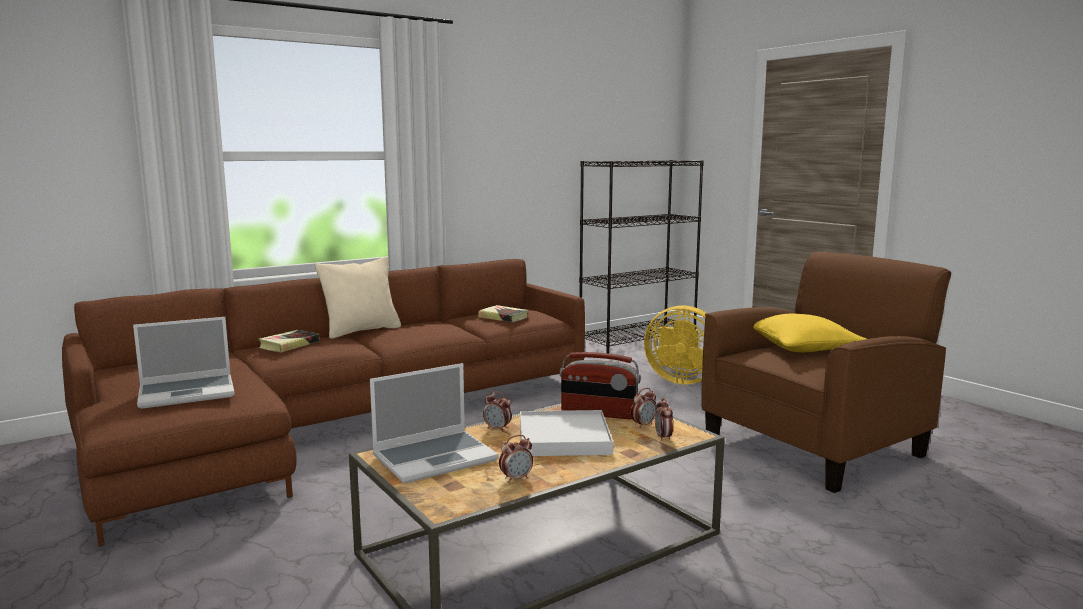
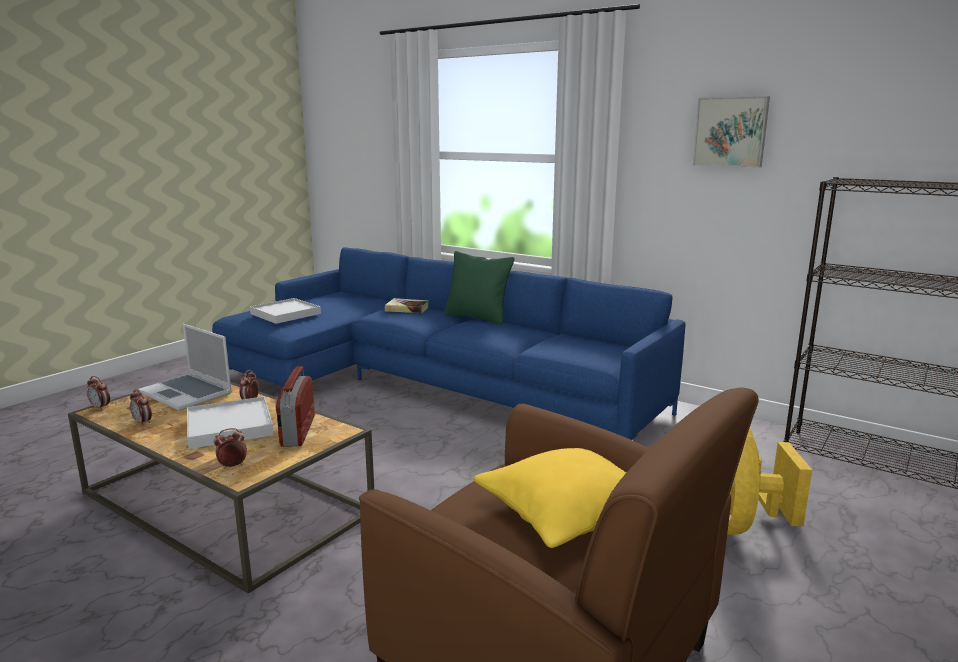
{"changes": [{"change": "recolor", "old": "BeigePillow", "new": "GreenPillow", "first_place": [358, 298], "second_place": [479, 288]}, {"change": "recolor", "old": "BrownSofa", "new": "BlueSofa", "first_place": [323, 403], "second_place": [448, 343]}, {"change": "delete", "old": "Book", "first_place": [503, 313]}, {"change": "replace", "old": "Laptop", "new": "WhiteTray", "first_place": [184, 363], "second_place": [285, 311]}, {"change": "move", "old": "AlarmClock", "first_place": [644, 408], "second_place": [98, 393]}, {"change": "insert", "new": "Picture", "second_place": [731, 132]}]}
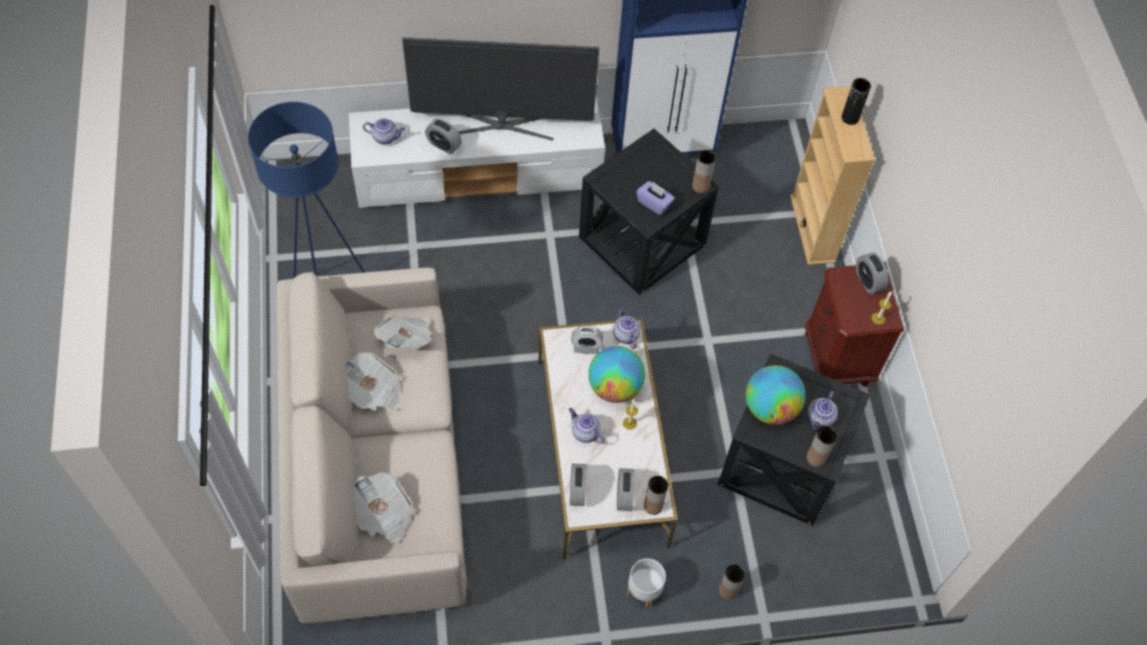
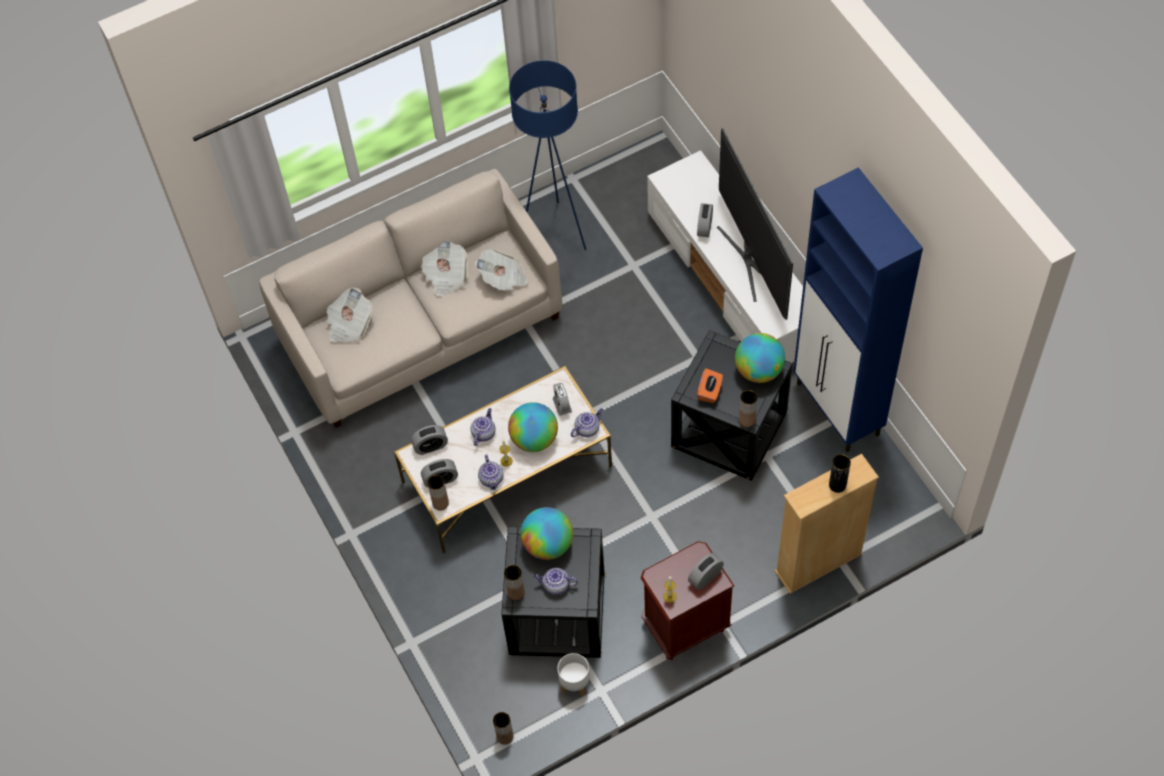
{"changes": [{"change": "move", "old": "Teapot", "first_place": [384, 131], "second_place": [491, 472]}, {"change": "recolor", "old": "PurpleTissueBox", "new": "OrangeTissueBox", "first_place": [655, 198], "second_place": [710, 385]}, {"change": "move", "old": "WhitePlanter", "first_place": [646, 583], "second_place": [573, 674]}, {"change": "move", "old": "BrownVase", "first_place": [731, 582], "second_place": [503, 728]}, {"change": "insert", "new": "Globe", "second_place": [760, 358]}]}
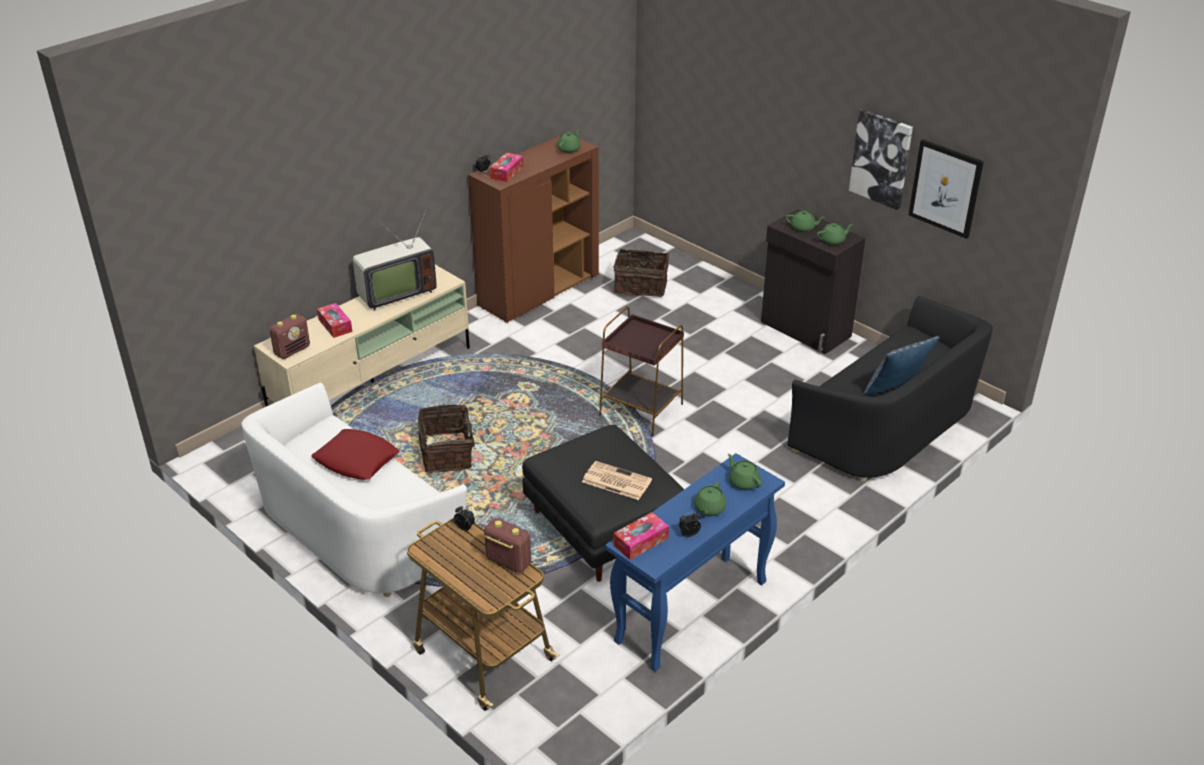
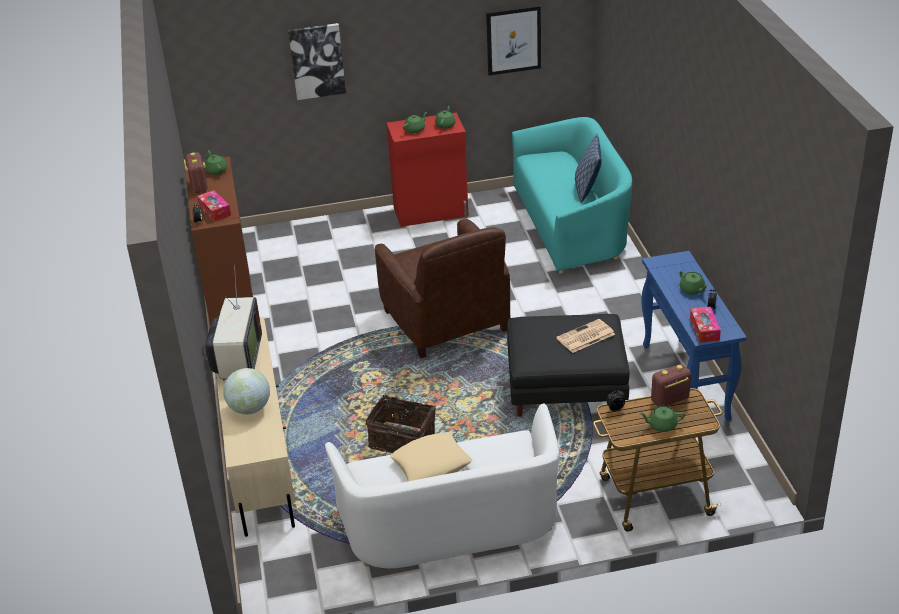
{"changes": [{"change": "move", "old": "Picture", "first_place": [881, 159], "second_place": [317, 61]}, {"change": "recolor", "old": "BlackCabinet", "new": "RedCabinet", "first_place": [813, 281], "second_place": [427, 169]}, {"change": "delete", "old": "Basket", "first_place": [641, 272]}, {"change": "recolor", "old": "BlackSofa", "new": "TurquoiseSofa", "first_place": [890, 389], "second_place": [572, 195]}, {"change": "replace", "old": "TissueBox", "new": "Globe", "first_place": [334, 320], "second_place": [246, 391]}, {"change": "replace", "old": "BrownSideTable", "new": "BrownArmchair", "first_place": [641, 371], "second_place": [443, 288]}, {"change": "move", "old": "Radio", "first_place": [289, 336], "second_place": [195, 172]}, {"change": "recolor", "old": "RedPillow", "new": "BeigePillow", "first_place": [355, 454], "second_place": [431, 456]}, {"change": "move", "old": "GreenTeapot", "first_place": [744, 472], "second_place": [662, 419]}]}
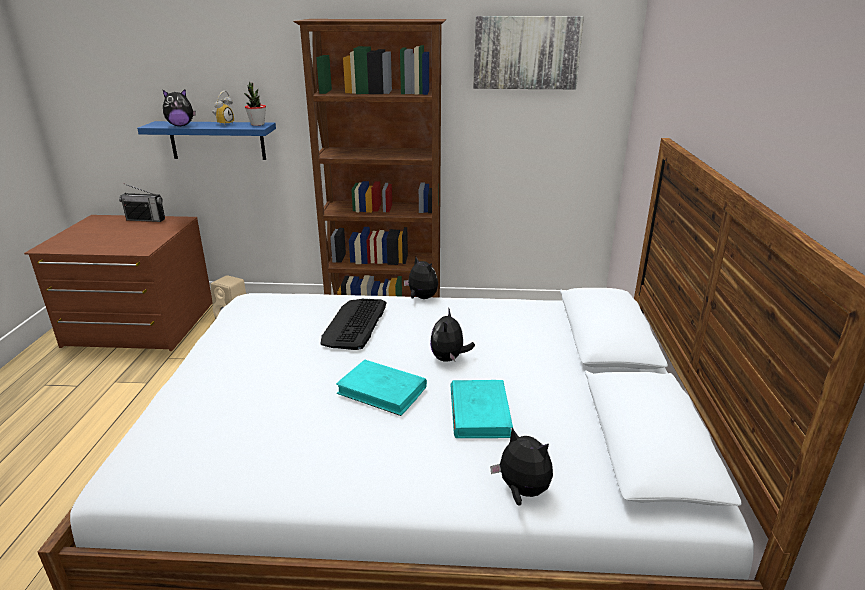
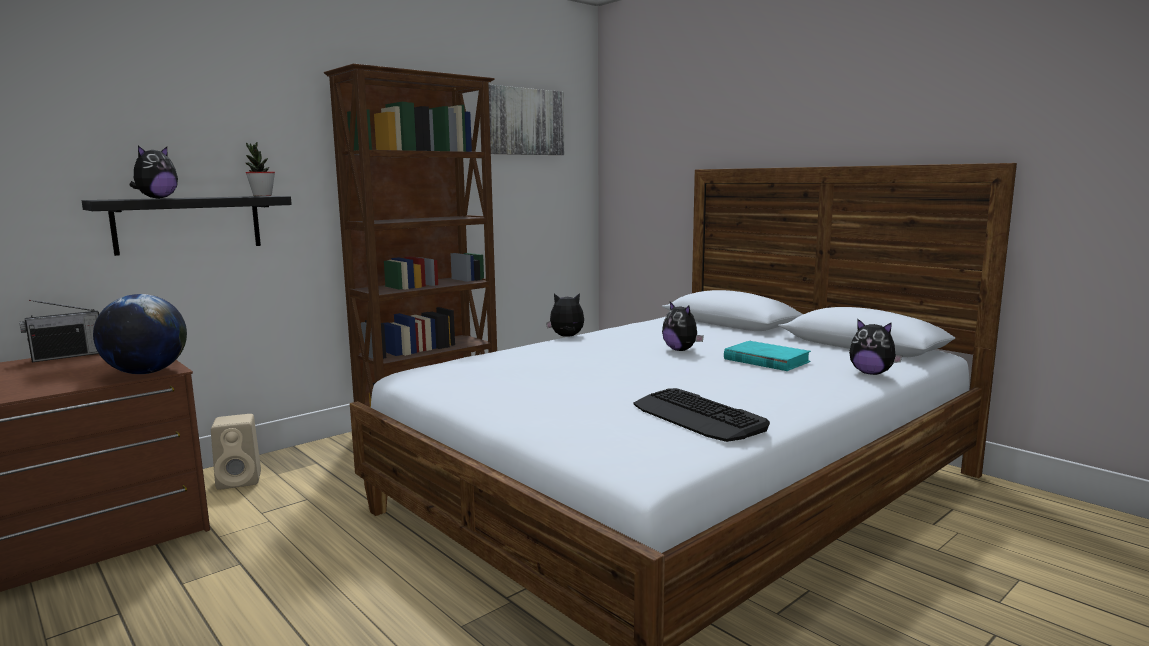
{"changes": [{"change": "delete", "old": "AlarmClock", "first_place": [223, 108]}, {"change": "recolor", "old": "BlueShelf", "new": "BlackShelf", "first_place": [206, 140], "second_place": [187, 226]}, {"change": "move", "old": "Keyboard", "first_place": [353, 324], "second_place": [701, 415]}, {"change": "delete", "old": "TurquoiseBook", "first_place": [381, 388]}, {"change": "rotate", "old": "PlushToy", "first_place": [521, 467], "second_place": [876, 346], "degrees": -135}, {"change": "insert", "new": "Globe", "second_place": [140, 334]}]}
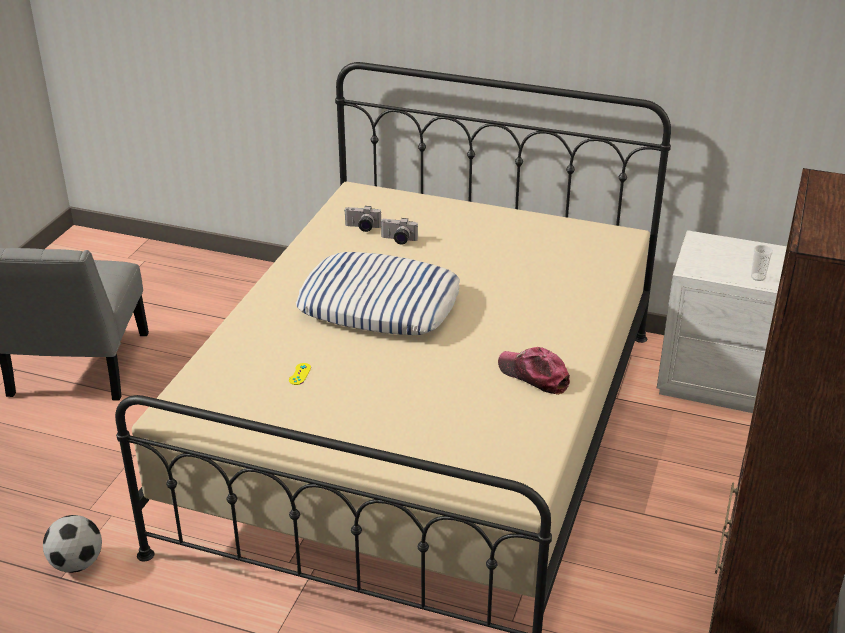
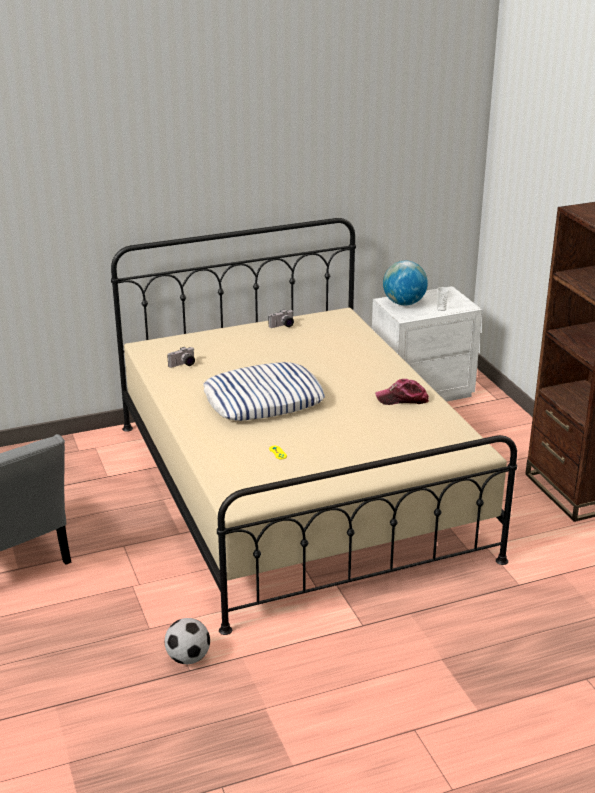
{"changes": [{"change": "move", "old": "PhotoCamera", "first_place": [399, 231], "second_place": [281, 318]}, {"change": "insert", "new": "Globe", "second_place": [405, 282]}]}
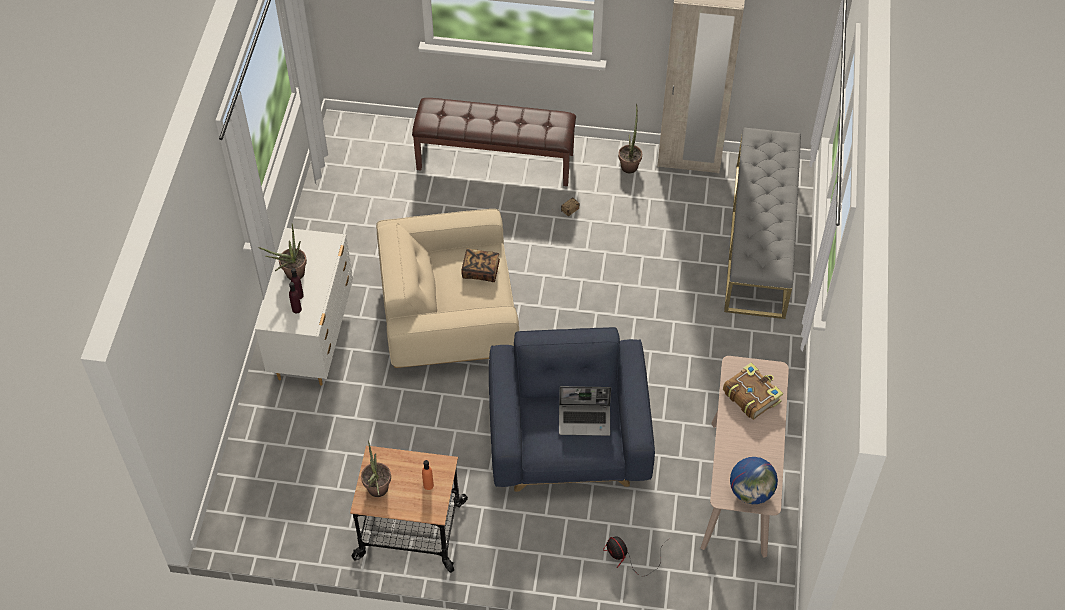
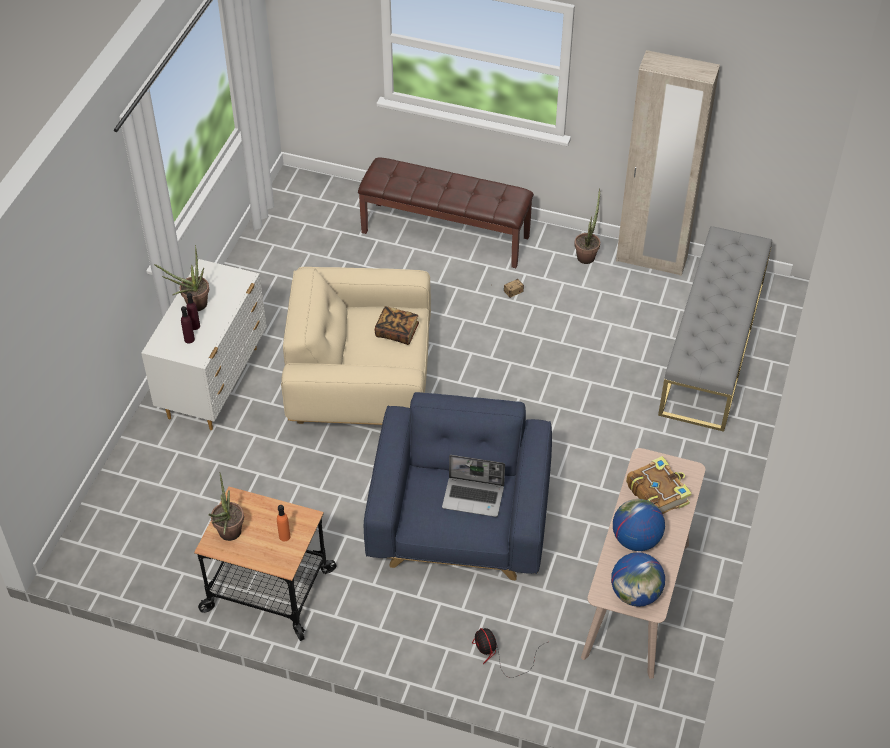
{"changes": [{"change": "insert", "new": "Globe", "second_place": [639, 525]}]}
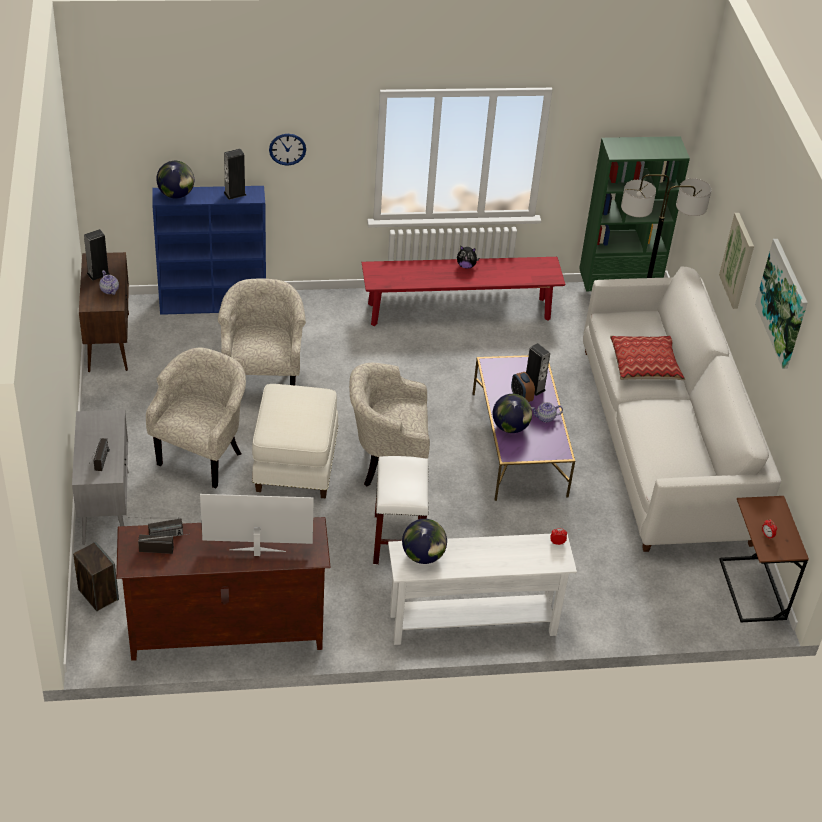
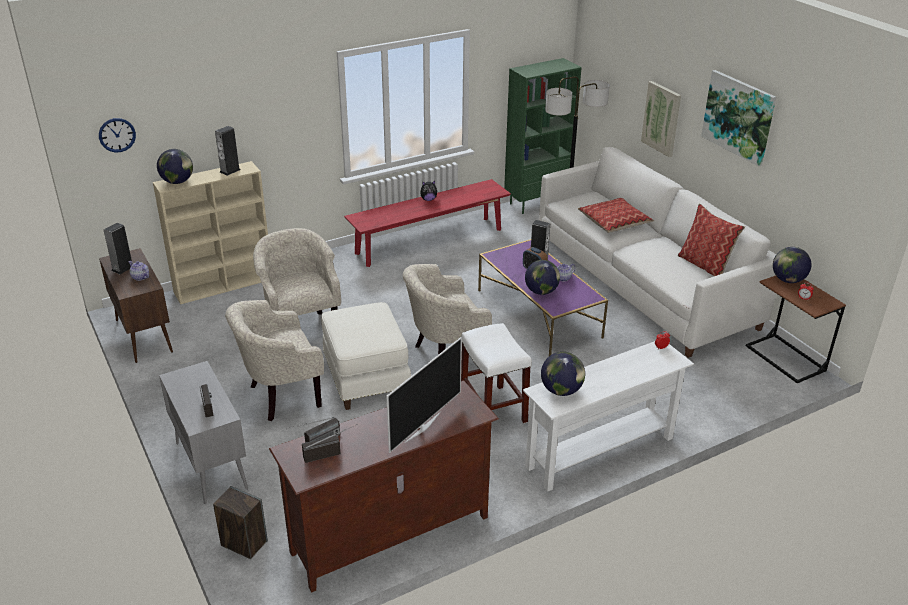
{"changes": [{"change": "move", "old": "WallClock", "first_place": [287, 150], "second_place": [117, 135]}, {"change": "recolor", "old": "BlueBookcase", "new": "BeigeBookcase", "first_place": [209, 250], "second_place": [210, 232]}, {"change": "rotate", "old": "BeigeArmchair", "first_place": [196, 418], "second_place": [274, 360], "degrees": -120}, {"change": "rotate", "old": "Television", "first_place": [257, 525], "second_place": [424, 395], "degrees": 150}, {"change": "insert", "new": "Pillow", "second_place": [711, 239]}, {"change": "insert", "new": "Globe", "second_place": [792, 265]}]}
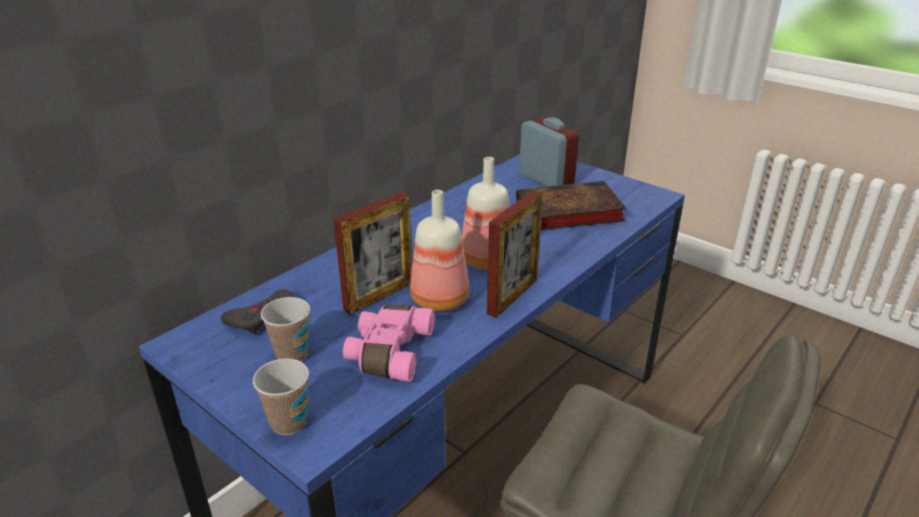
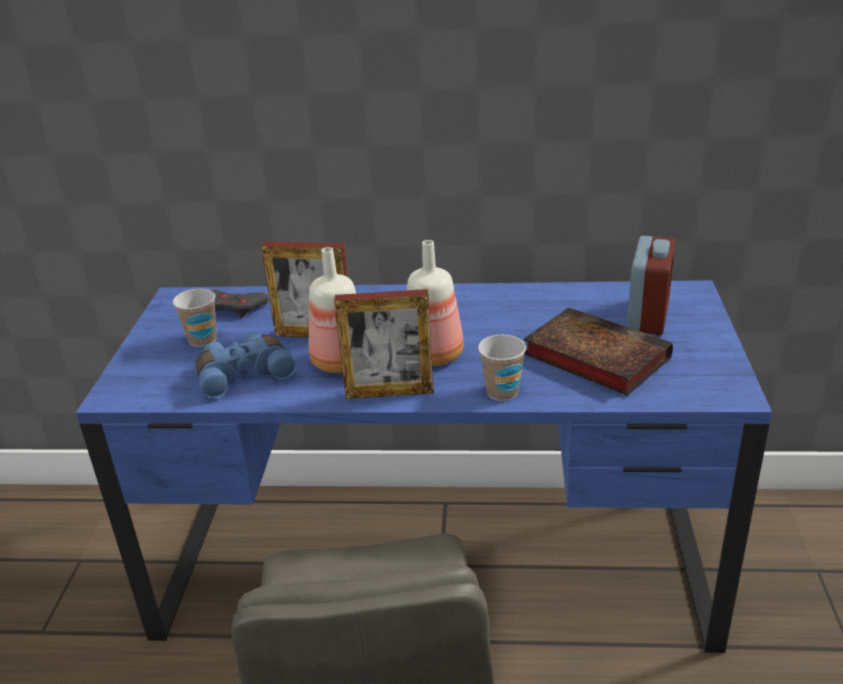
{"changes": [{"change": "recolor", "old": "PinkBinoculars", "new": "BlueBinoculars", "first_place": [389, 343], "second_place": [246, 365]}, {"change": "move", "old": "Cup", "first_place": [281, 397], "second_place": [502, 368]}]}
